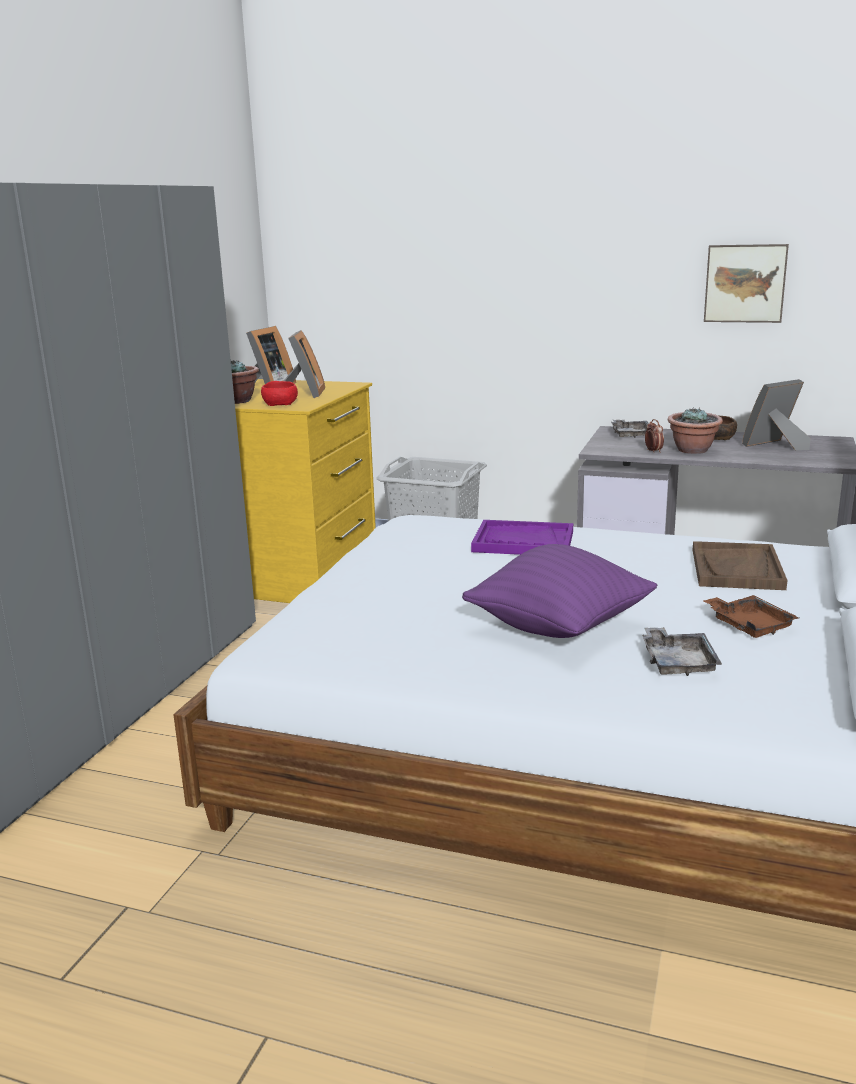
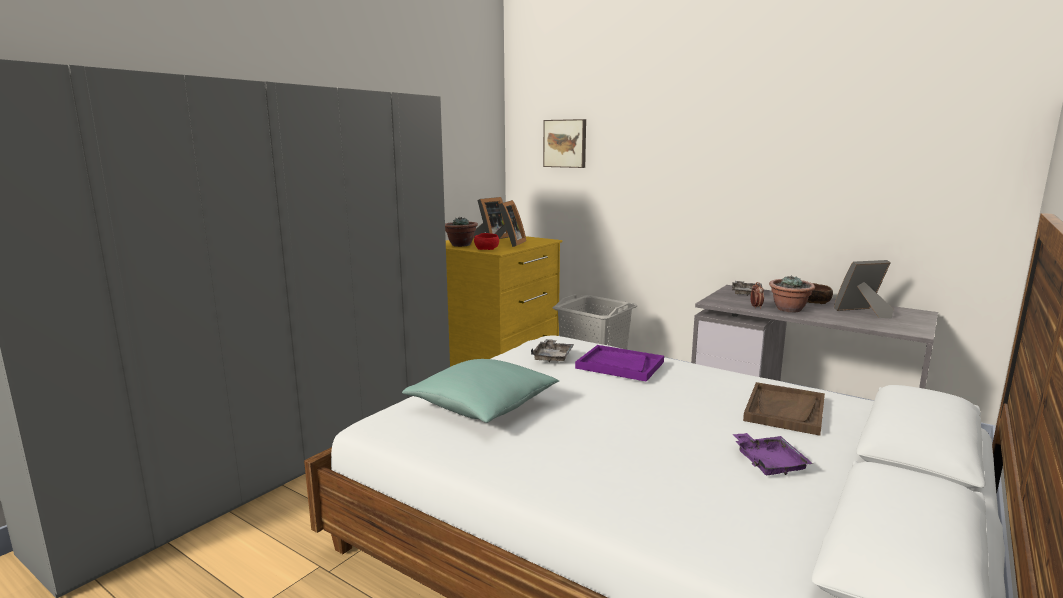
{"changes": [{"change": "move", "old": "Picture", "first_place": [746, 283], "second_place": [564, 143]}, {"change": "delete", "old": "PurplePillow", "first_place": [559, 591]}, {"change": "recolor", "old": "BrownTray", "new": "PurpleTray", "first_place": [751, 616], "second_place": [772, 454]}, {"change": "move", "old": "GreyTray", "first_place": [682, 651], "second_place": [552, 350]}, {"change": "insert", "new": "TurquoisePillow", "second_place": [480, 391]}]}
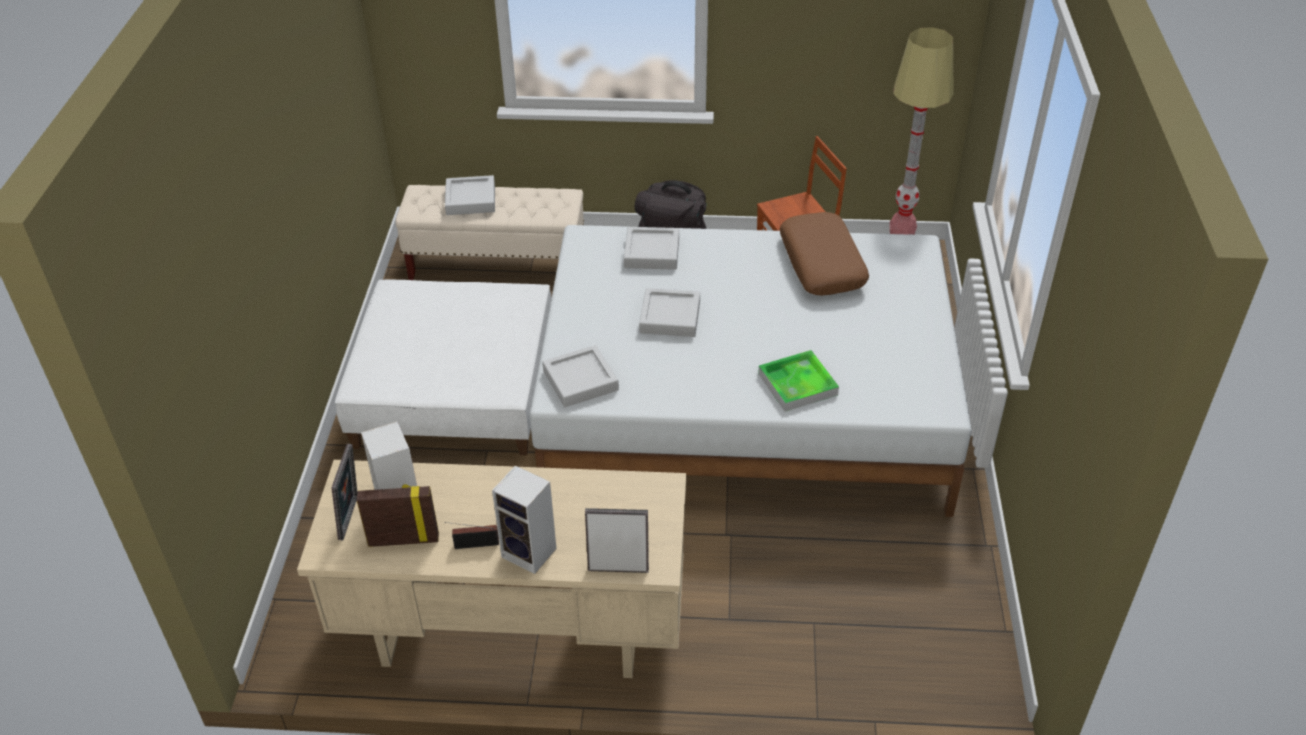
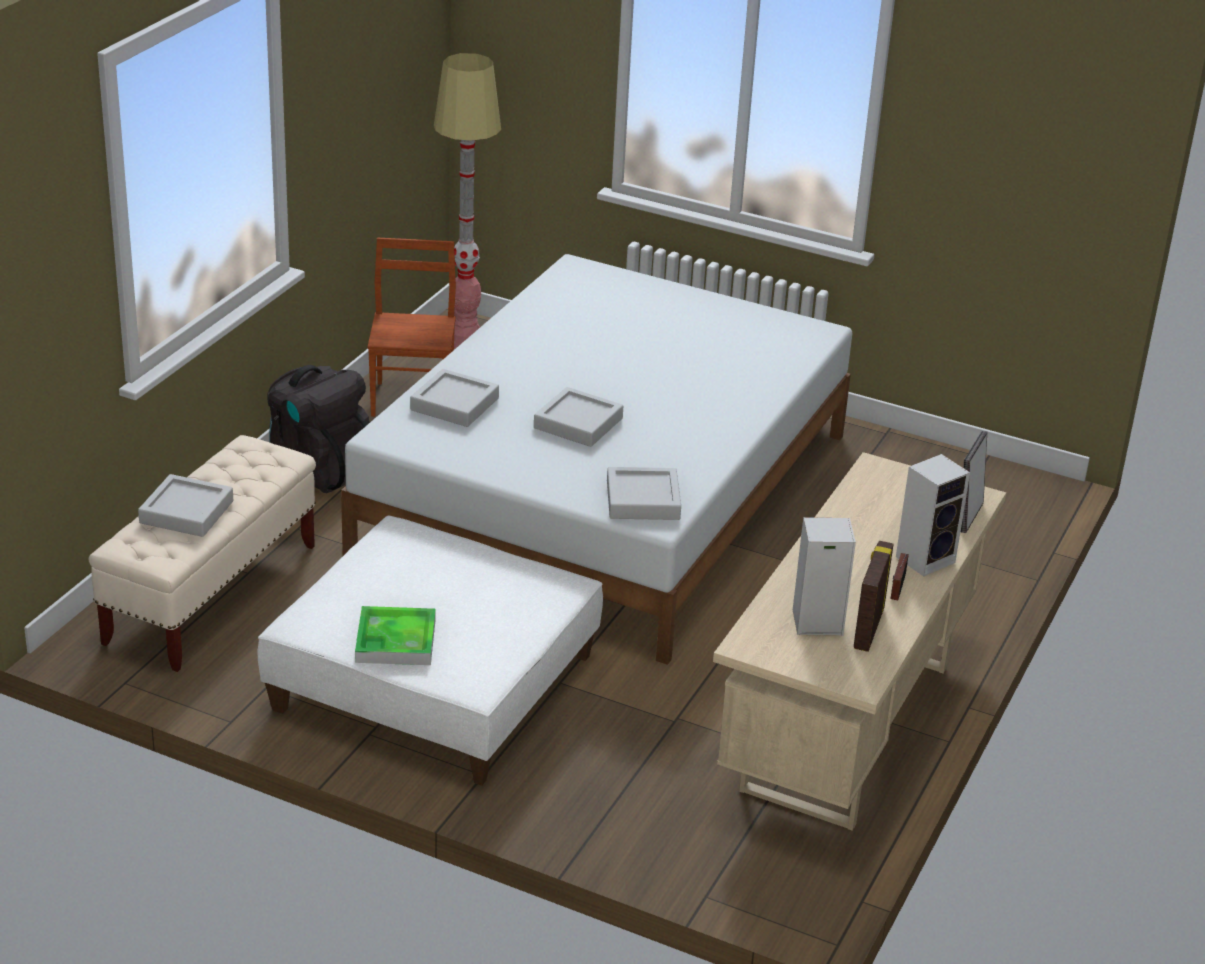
{"changes": [{"change": "delete", "old": "BrownPillow", "first_place": [824, 254]}, {"change": "move", "old": "Tray", "first_place": [798, 381], "second_place": [395, 635]}, {"change": "delete", "old": "PictureFrame", "first_place": [344, 492]}]}
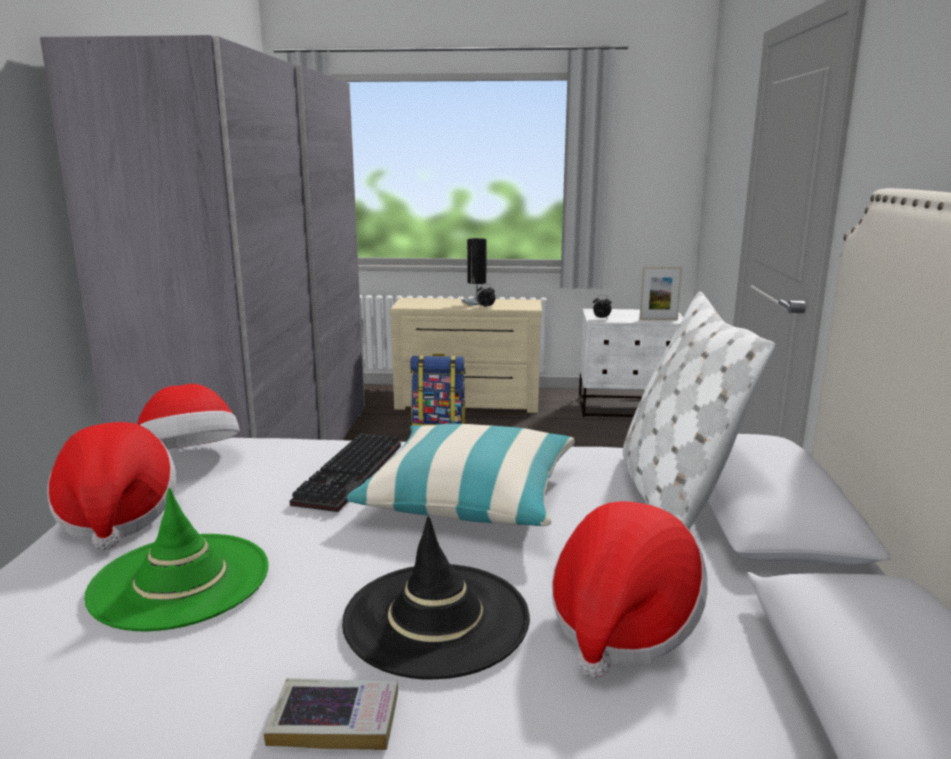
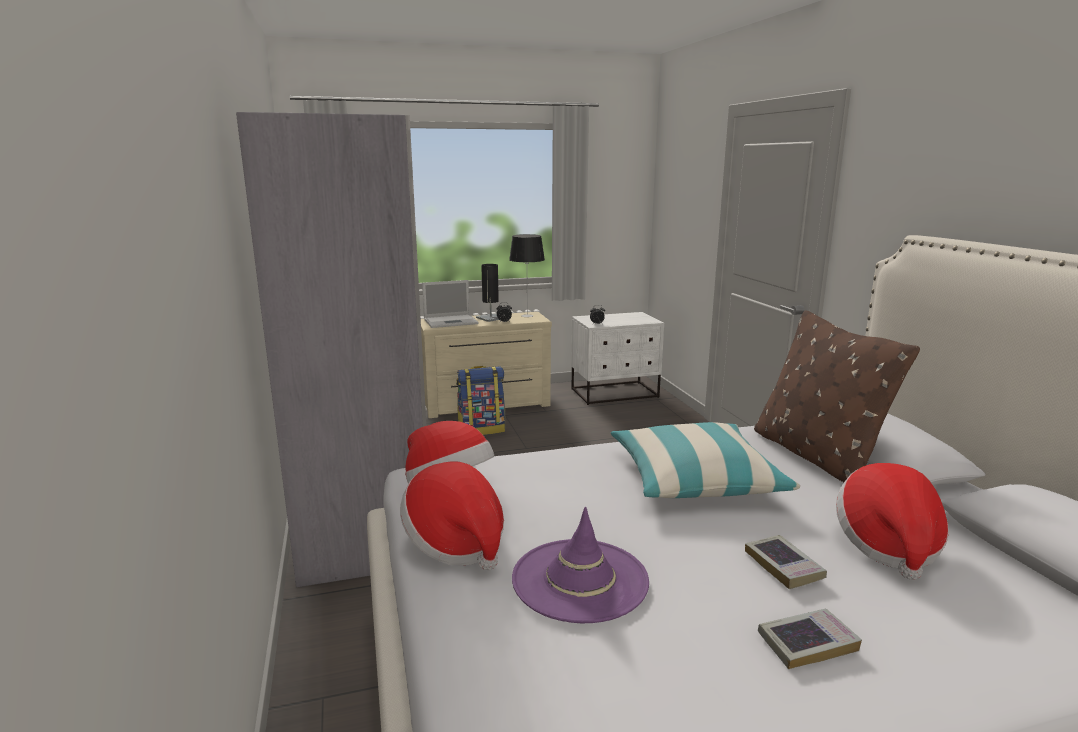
{"changes": [{"change": "delete", "old": "PictureFrame", "first_place": [660, 293]}, {"change": "recolor", "old": "WhitePillow", "new": "BrownPillow", "first_place": [699, 411], "second_place": [837, 396]}, {"change": "delete", "old": "Keyboard", "first_place": [345, 472]}, {"change": "recolor", "old": "GreenHat", "new": "PurpleHat", "first_place": [176, 560], "second_place": [580, 565]}, {"change": "replace", "old": "BlackHat", "new": "Book", "first_place": [436, 598], "second_place": [786, 562]}, {"change": "insert", "new": "TableLamp", "second_place": [527, 275]}, {"change": "insert", "new": "Laptop", "second_place": [450, 304]}]}
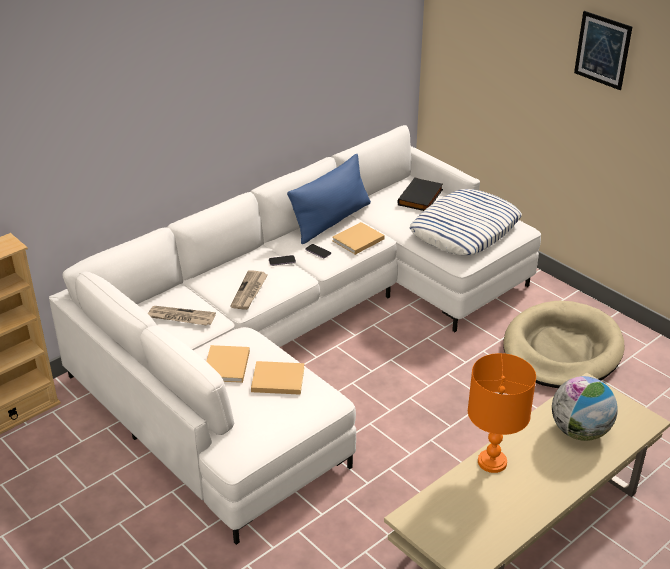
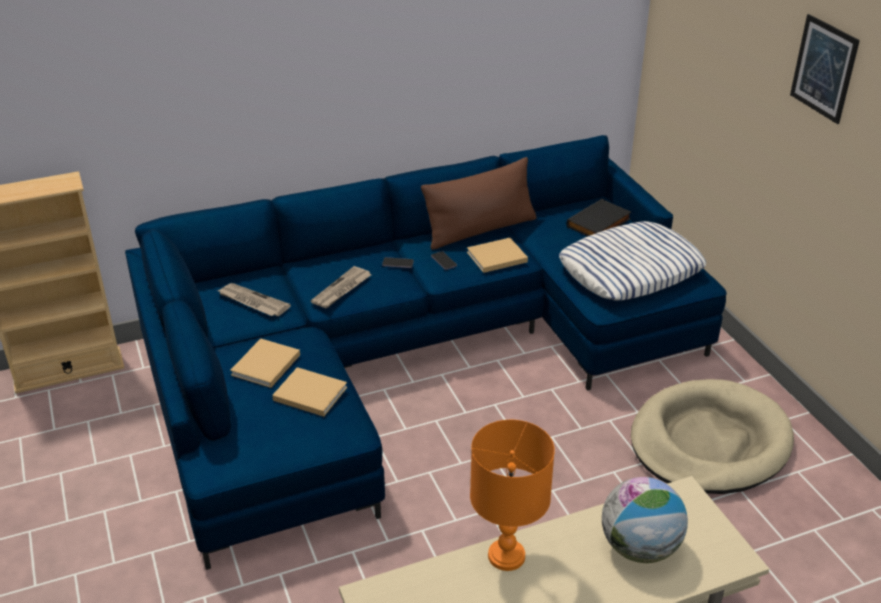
{"changes": [{"change": "recolor", "old": "WhiteSofa", "new": "BlueSofa", "first_place": [295, 335], "second_place": [426, 352]}, {"change": "recolor", "old": "BluePillow", "new": "BrownPillow", "first_place": [329, 199], "second_place": [478, 203]}]}
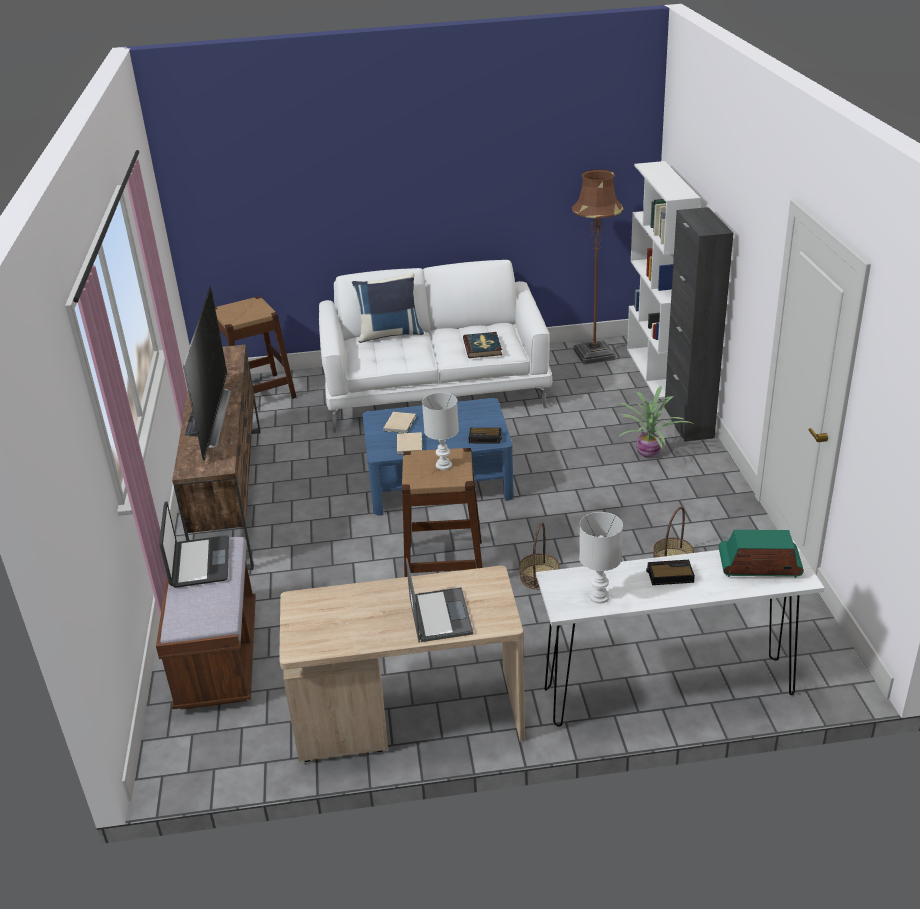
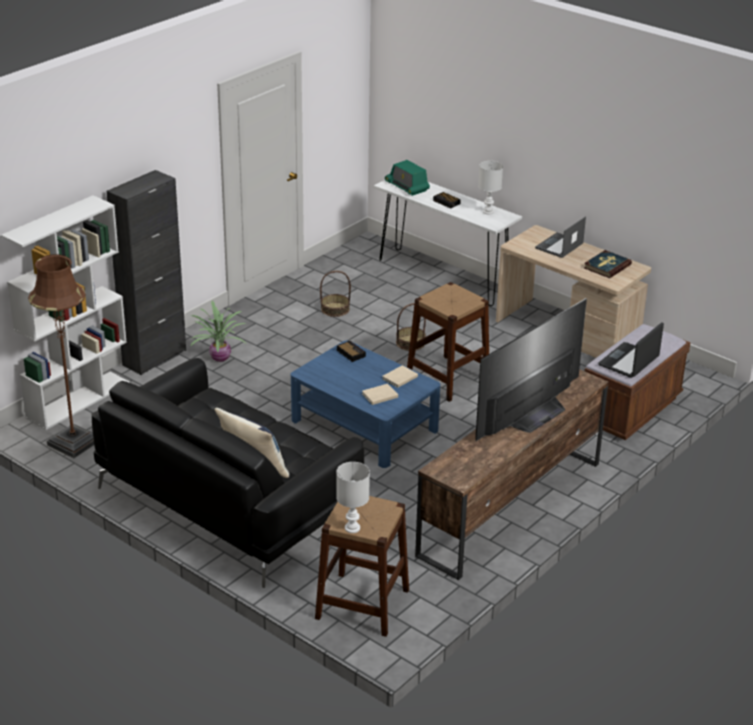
{"changes": [{"change": "recolor", "old": "WhiteSofa", "new": "BlackSofa", "first_place": [435, 346], "second_place": [227, 473]}, {"change": "move", "old": "Book", "first_place": [482, 345], "second_place": [608, 264]}, {"change": "move", "old": "WhiteTableLamp", "first_place": [440, 431], "second_place": [353, 497]}]}
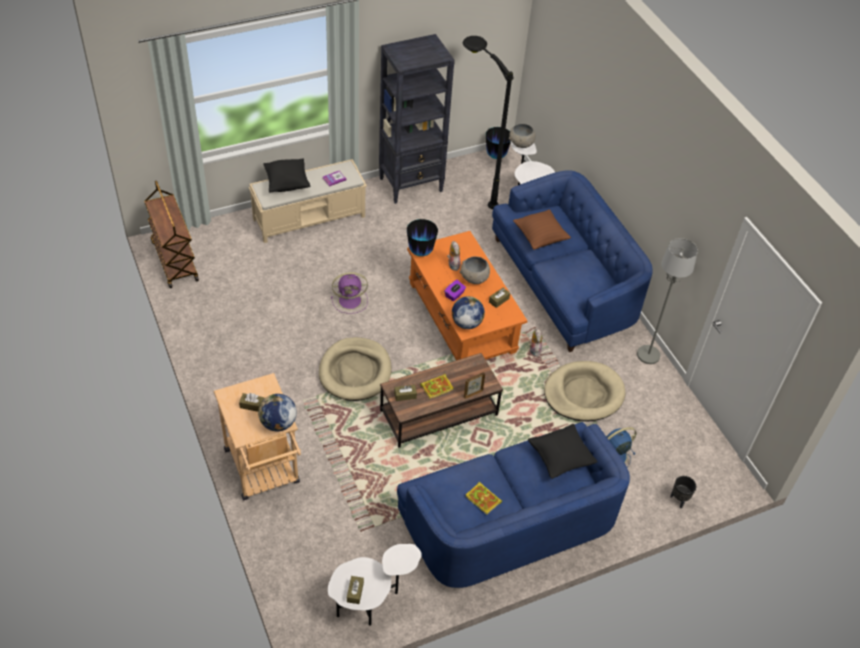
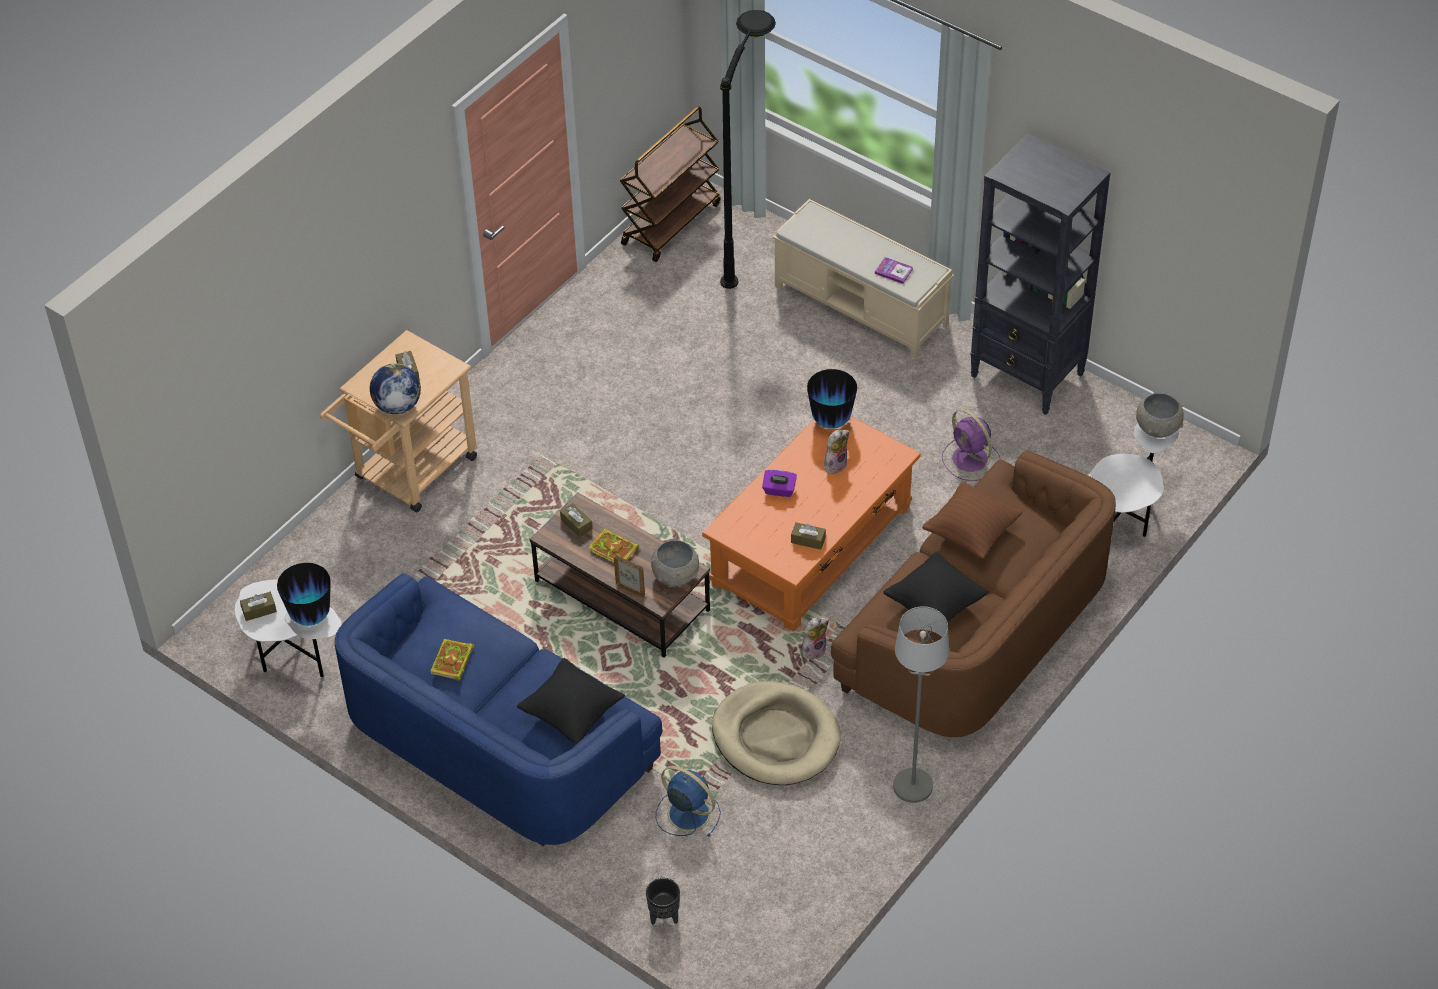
{"changes": [{"change": "move", "old": "BlackFloorLamp", "first_place": [488, 122], "second_place": [748, 149]}, {"change": "move", "old": "Vase", "first_place": [498, 143], "second_place": [304, 594]}, {"change": "move", "old": "BlackPillow", "first_place": [286, 176], "second_place": [936, 592]}, {"change": "recolor", "old": "BlueSofa", "new": "BrownSofa", "first_place": [572, 261], "second_place": [973, 593]}, {"change": "move", "old": "GreyBowl", "first_place": [475, 270], "second_place": [675, 562]}, {"change": "move", "old": "PurpleFan", "first_place": [349, 293], "second_place": [971, 445]}, {"change": "delete", "old": "Globe", "first_place": [468, 312]}, {"change": "delete", "old": "BeigeDogBed", "first_place": [355, 369]}]}
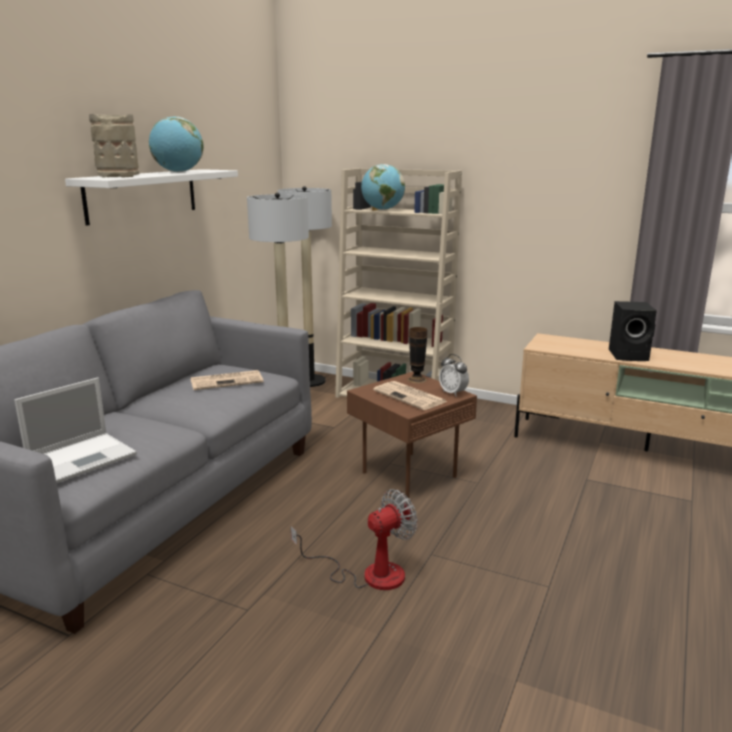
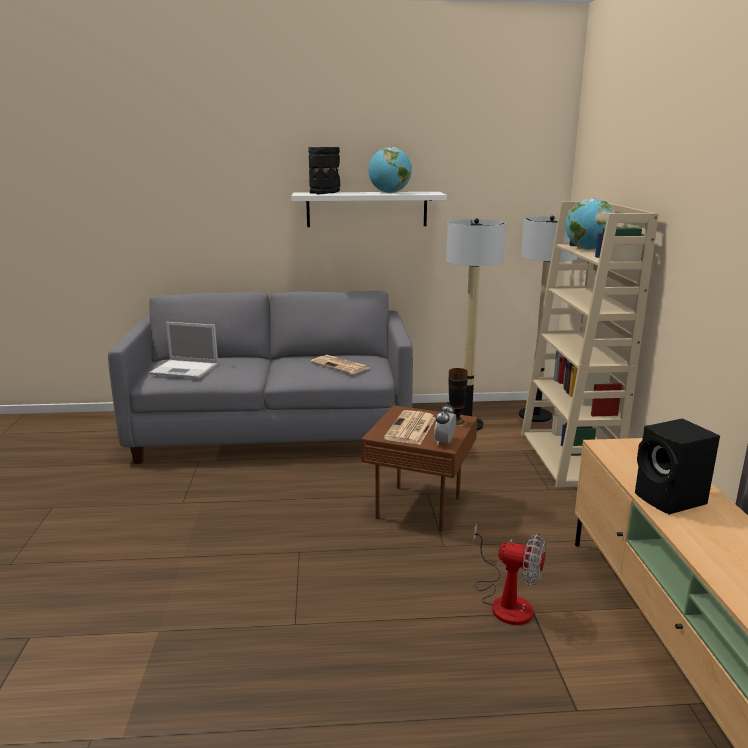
{"changes": [{"change": "recolor", "old": "BeigeVase", "new": "BlackVase", "first_place": [114, 145], "second_place": [324, 170]}, {"change": "move", "old": "Fan", "first_place": [354, 539], "second_place": [509, 574]}]}
